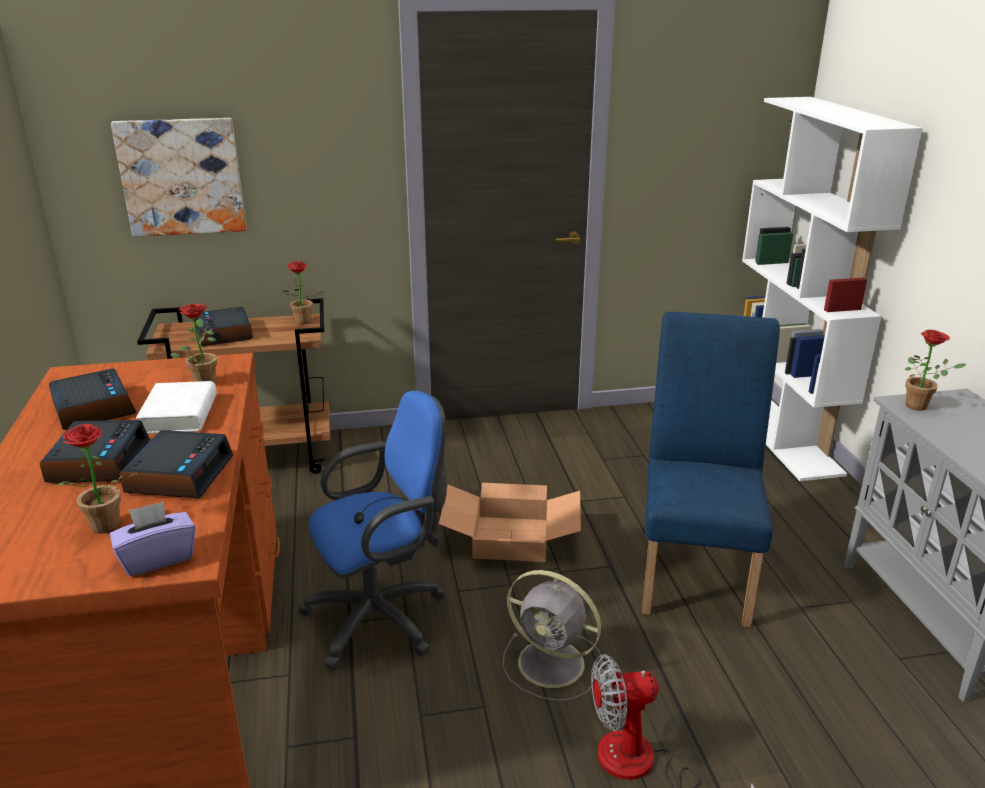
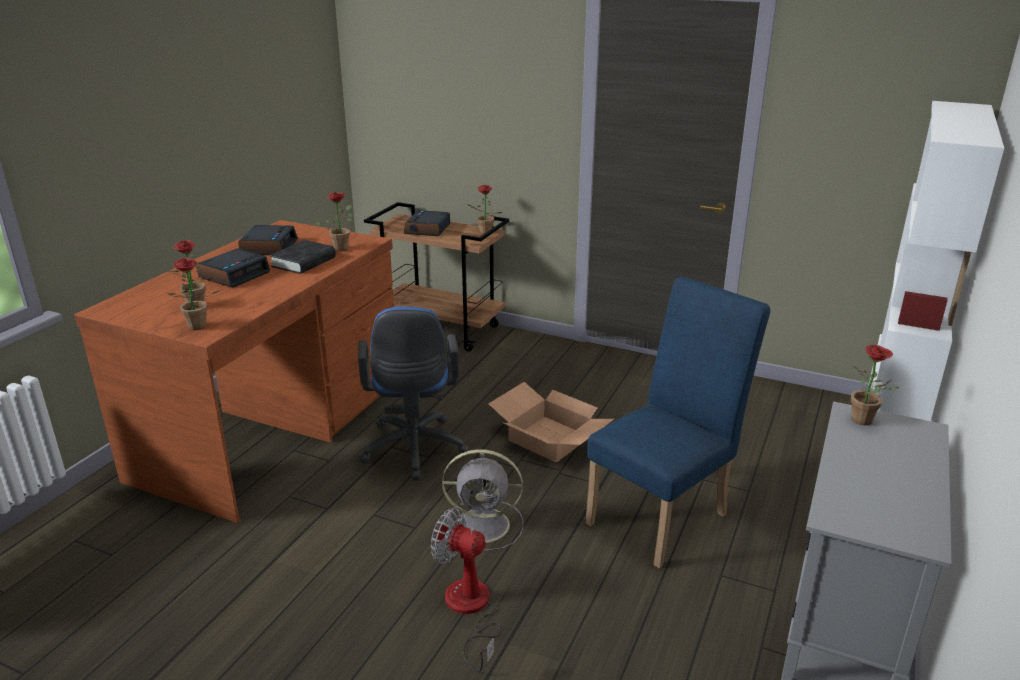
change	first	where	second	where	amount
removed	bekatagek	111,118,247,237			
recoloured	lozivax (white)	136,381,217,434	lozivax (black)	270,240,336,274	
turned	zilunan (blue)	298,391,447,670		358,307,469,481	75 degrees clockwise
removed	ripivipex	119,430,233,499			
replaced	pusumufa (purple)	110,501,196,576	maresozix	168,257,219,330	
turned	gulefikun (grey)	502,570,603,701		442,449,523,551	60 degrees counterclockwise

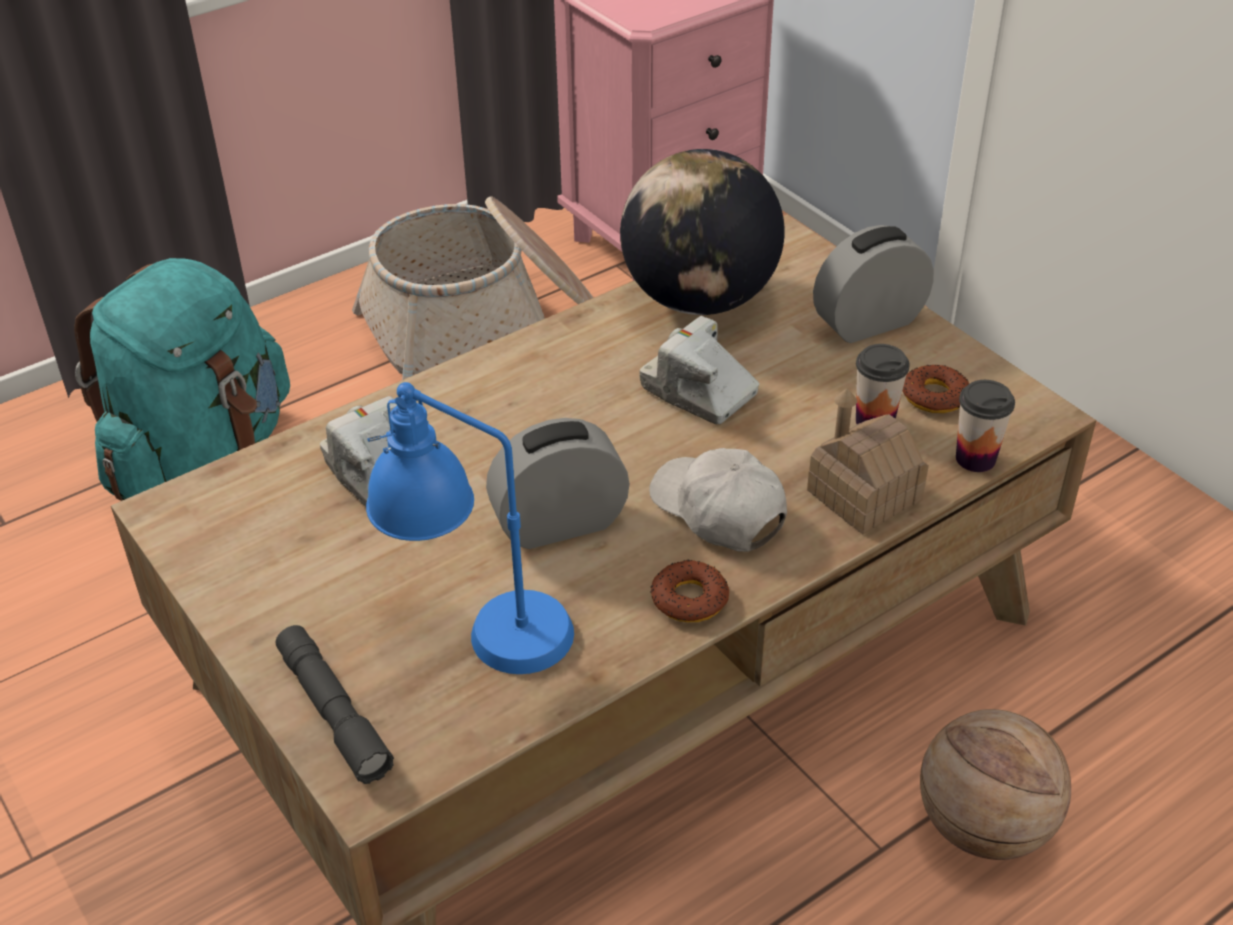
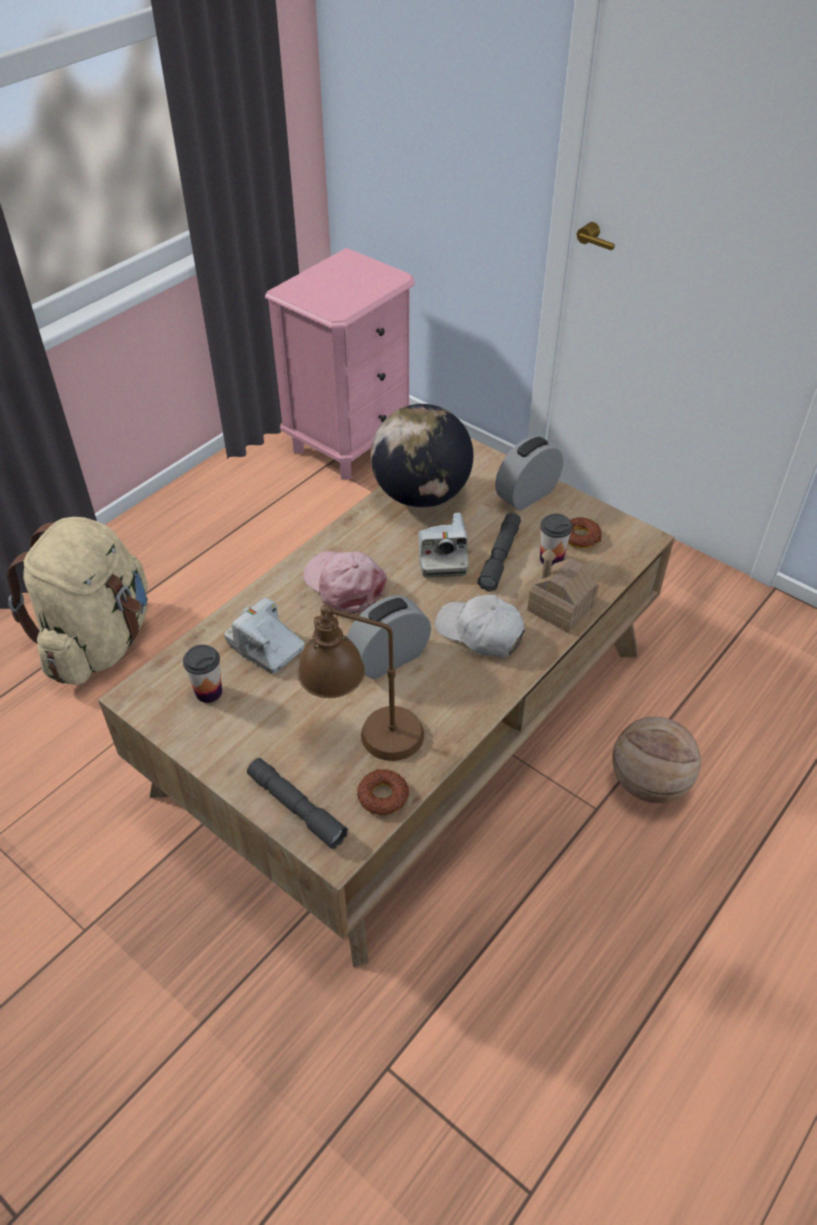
change	first	where	second	where	amount
removed	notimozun	352,196,594,380			
recoloured	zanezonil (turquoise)	74,258,290,501	zanezonil (beige)	7,517,148,685	
turned	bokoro	639,316,760,424		418,513,468,578	120 degrees counterclockwise
moved	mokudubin	956,380,1015,472		183,645,222,703	
recoloured	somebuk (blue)	366,382,574,674	somebuk (brown)	298,605,424,761	
moved	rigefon	650,559,729,622		357,769,409,815	
added			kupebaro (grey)	477,513,521,591	
added			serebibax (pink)	303,551,387,614	

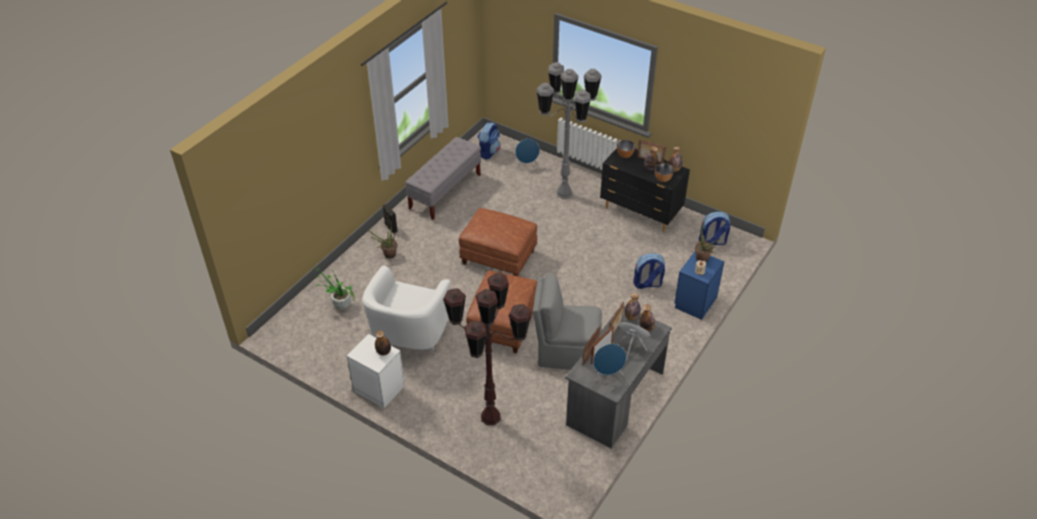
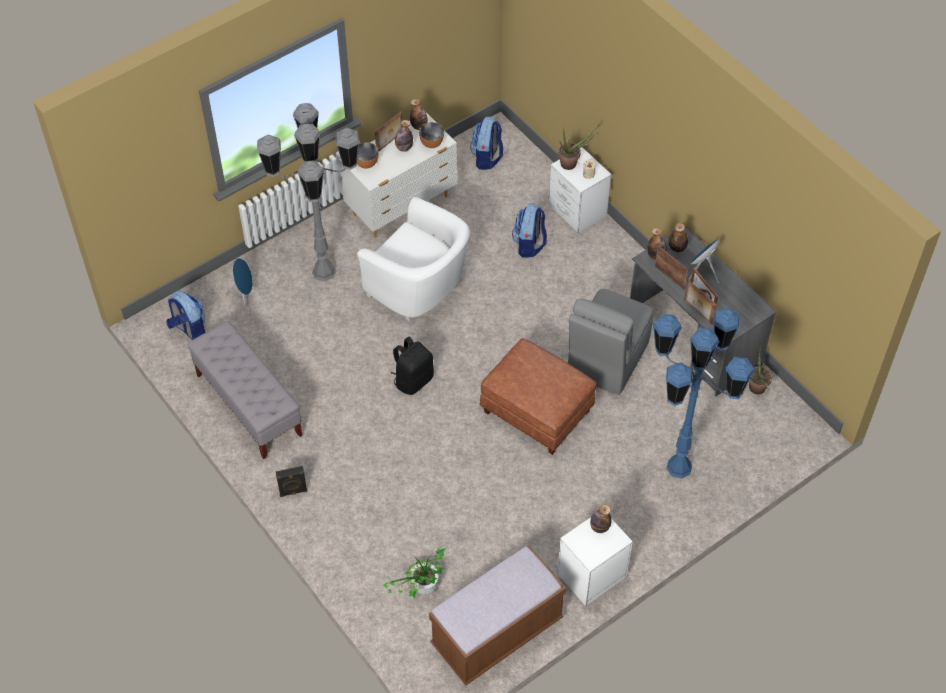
change	first	where	second	where	amount
recoloured	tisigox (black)	600,148,690,232	tisigox (white)	339,113,457,238	
replaced	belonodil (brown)	459,208,537,276	zanezonil (black)	391,337,434,395	
moved	maresozix	366,222,398,259		749,347,772,394	
recoloured	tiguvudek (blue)	674,251,724,320	tiguvudek (white)	549,147,611,234	
moved	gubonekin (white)	362,265,450,351		357,197,470,322	
recoloured	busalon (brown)	443,273,532,426	busalon (blue)	653,307,755,478	
removed	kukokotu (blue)	593,344,626,381			
added			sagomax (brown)	429,546,566,685	

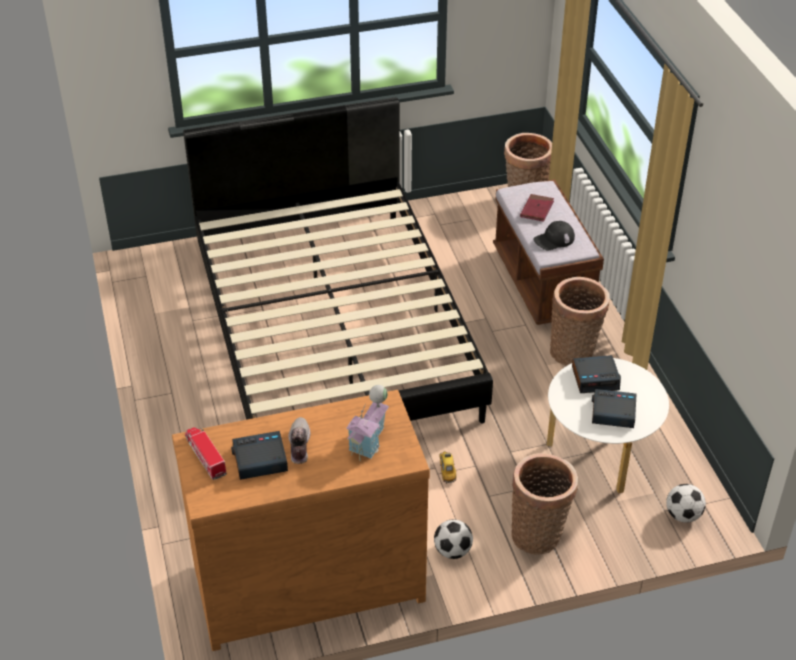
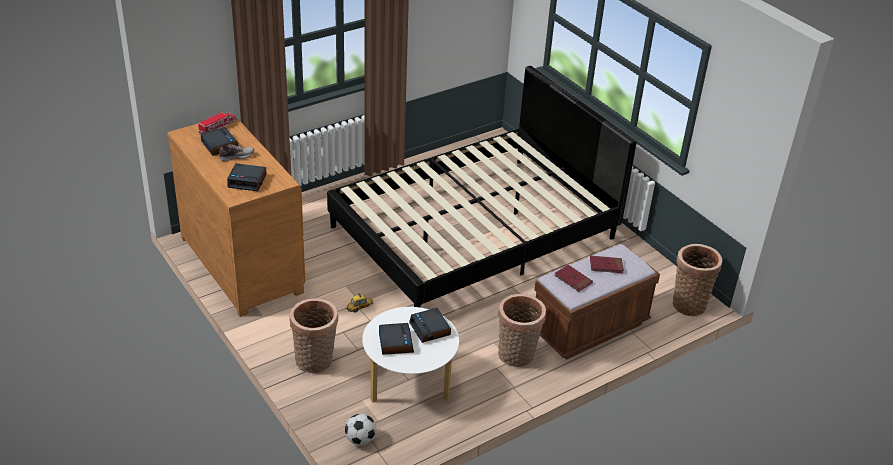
change	first	where	second	where	amount
replaced	serebibax (black)	533,221,575,251	lozivax (red)	554,265,593,292	
replaced	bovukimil	346,385,389,461	ripivipex	227,163,266,191	
removed	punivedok	434,519,473,559			

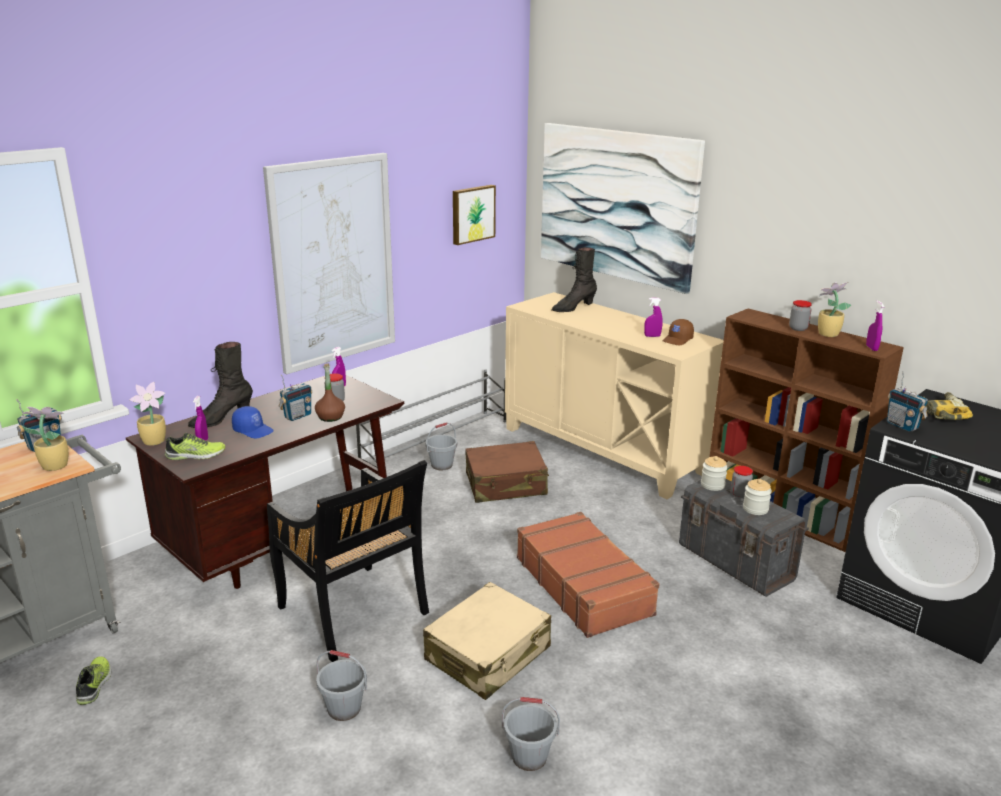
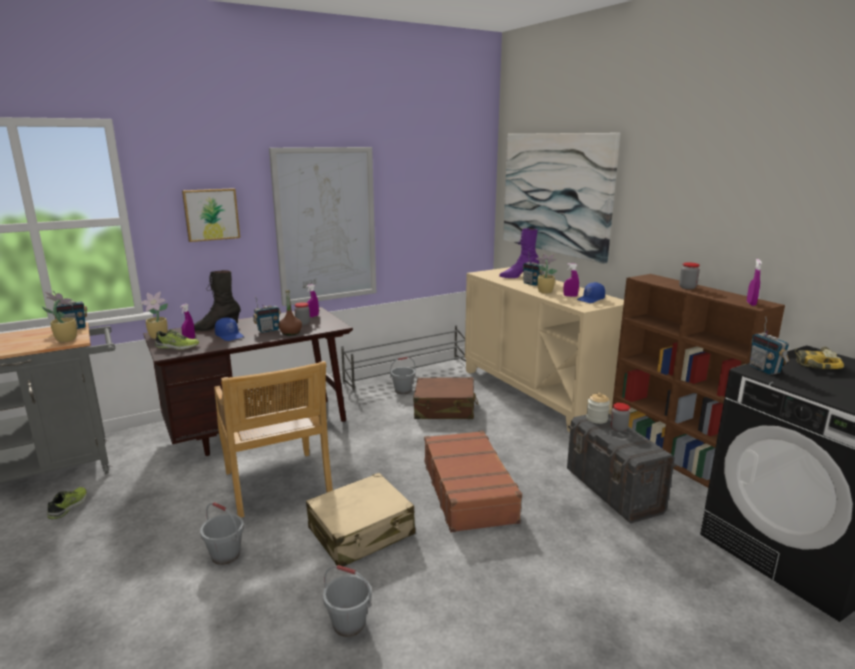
change	first	where	second	where	amount
moved	bekatagek	453,185,496,245		182,188,240,242	
recoloured	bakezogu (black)	552,247,597,312	bakezogu (purple)	499,228,539,278	
moved	maresozix	818,282,851,337		536,254,558,294	
recoloured	serebibax (brown)	663,319,694,346	serebibax (blue)	577,282,605,303	
recoloured	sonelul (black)	267,460,429,662	sonelul (beige)	214,361,333,518	
removed	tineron	743,479,772,515			
added			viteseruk	523,252,544,286	

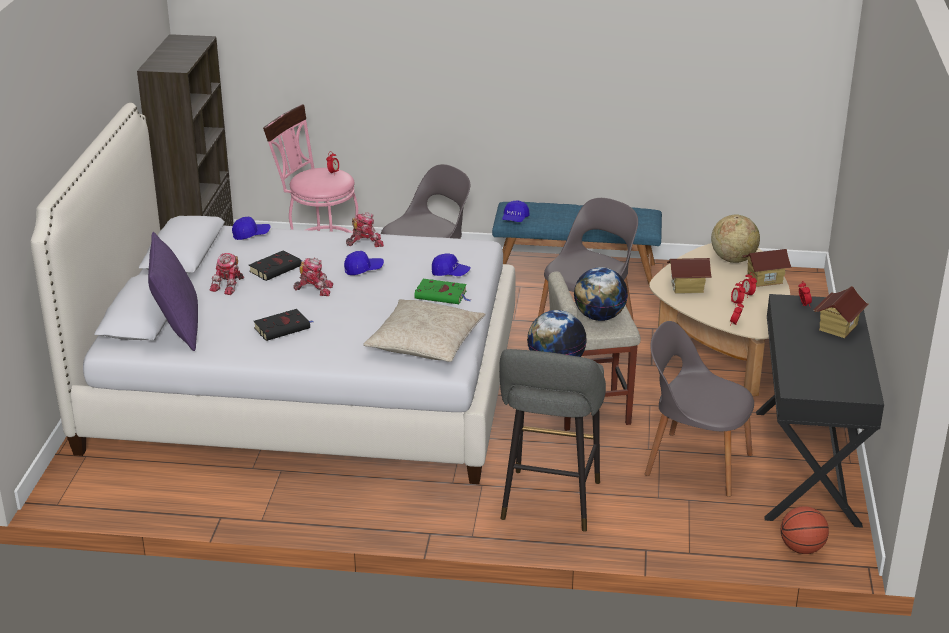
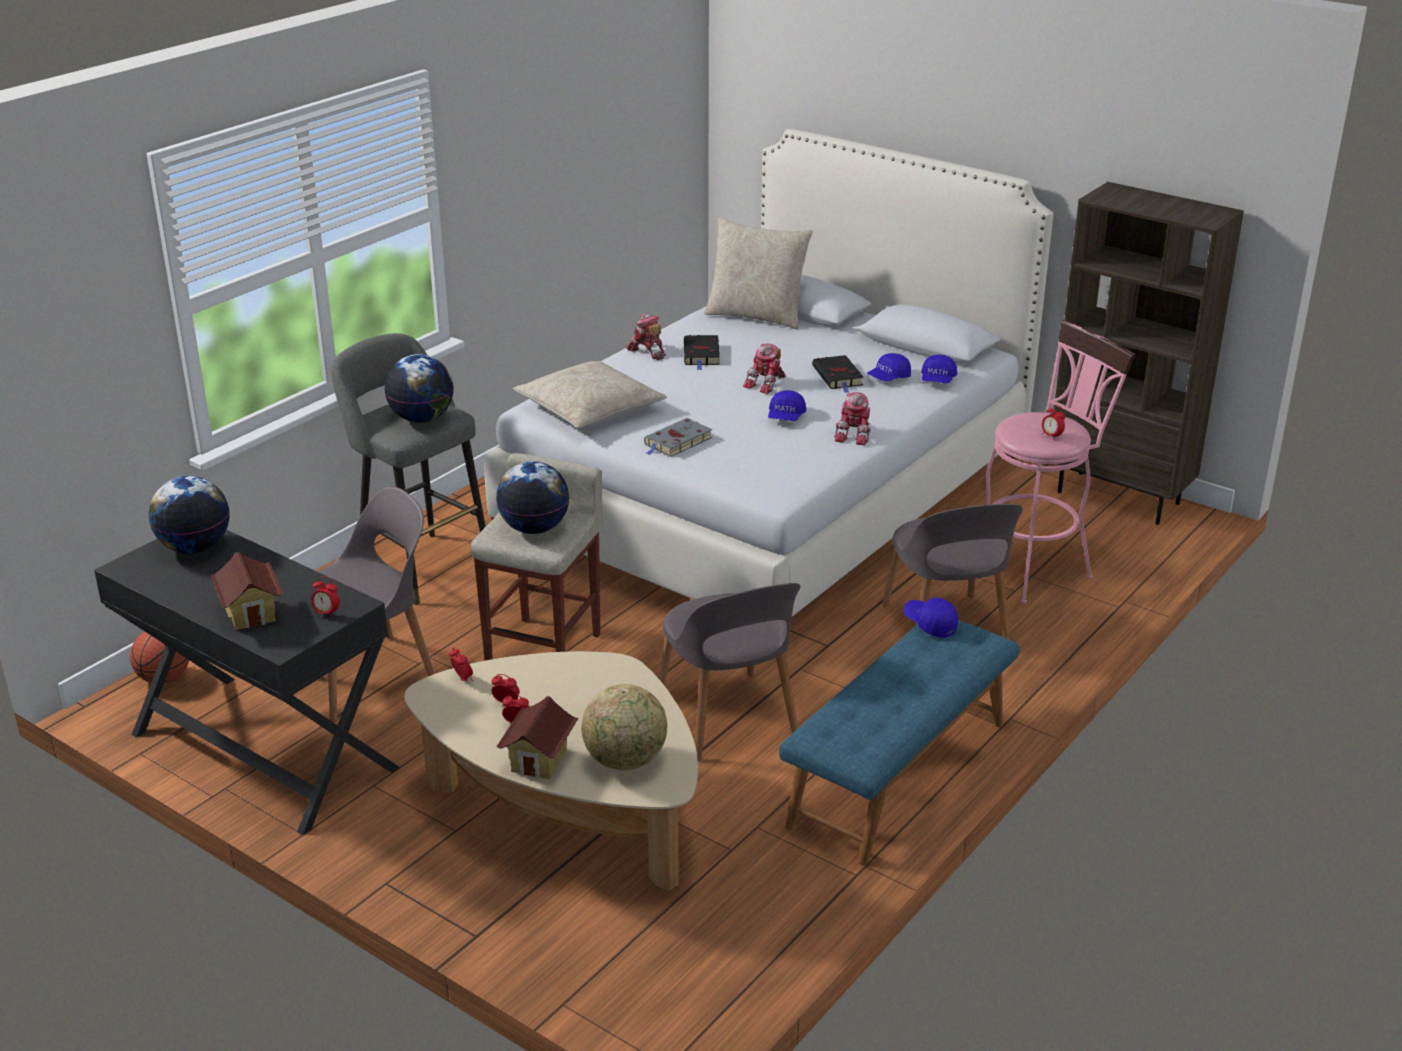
change	first	where	second	where	amount
recoloured	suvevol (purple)	148,232,198,351	suvevol (beige)	704,218,813,329	
moved	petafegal	210,253,244,295		626,313,666,360	
moved	serebibax (blue)	432,253,471,276		867,353,911,382	
removed	bovukimil	667,258,712,294			
recoloured	lozivax (green)	414,279,471,304	lozivax (grey)	644,418,712,457	
added			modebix	148,476,230,553	

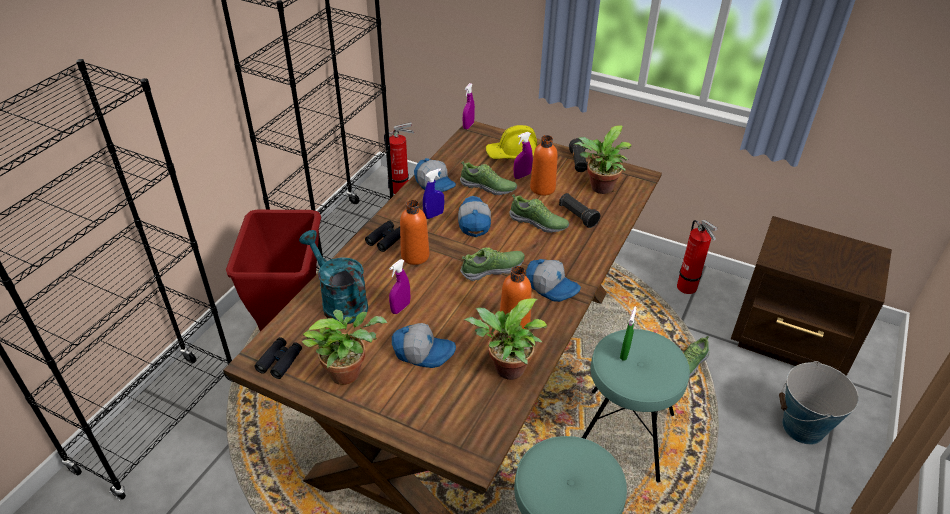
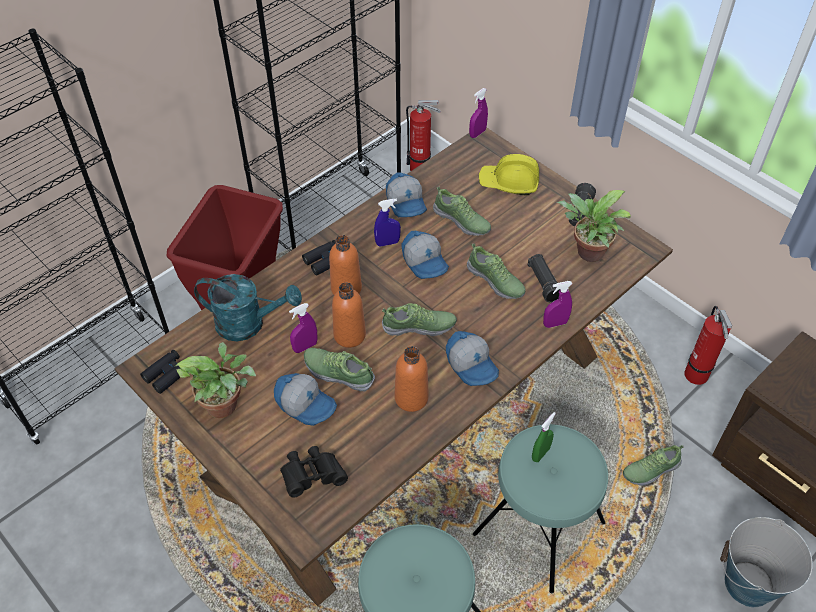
change	first	where	second	where	amount
moved	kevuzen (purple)	514,132,533,179		543,281,572,328	
moved	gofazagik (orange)	530,135,558,196		332,282,366,348	
turned	serebibax	458,196,491,237		402,231,449,279	135 degrees clockwise
turned	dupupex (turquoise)	299,230,368,324		194,274,302,341	120 degrees clockwise
removed	maresozix	464,298,547,380			
added			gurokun	304,348,375,392	
added			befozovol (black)	280,446,348,498	

